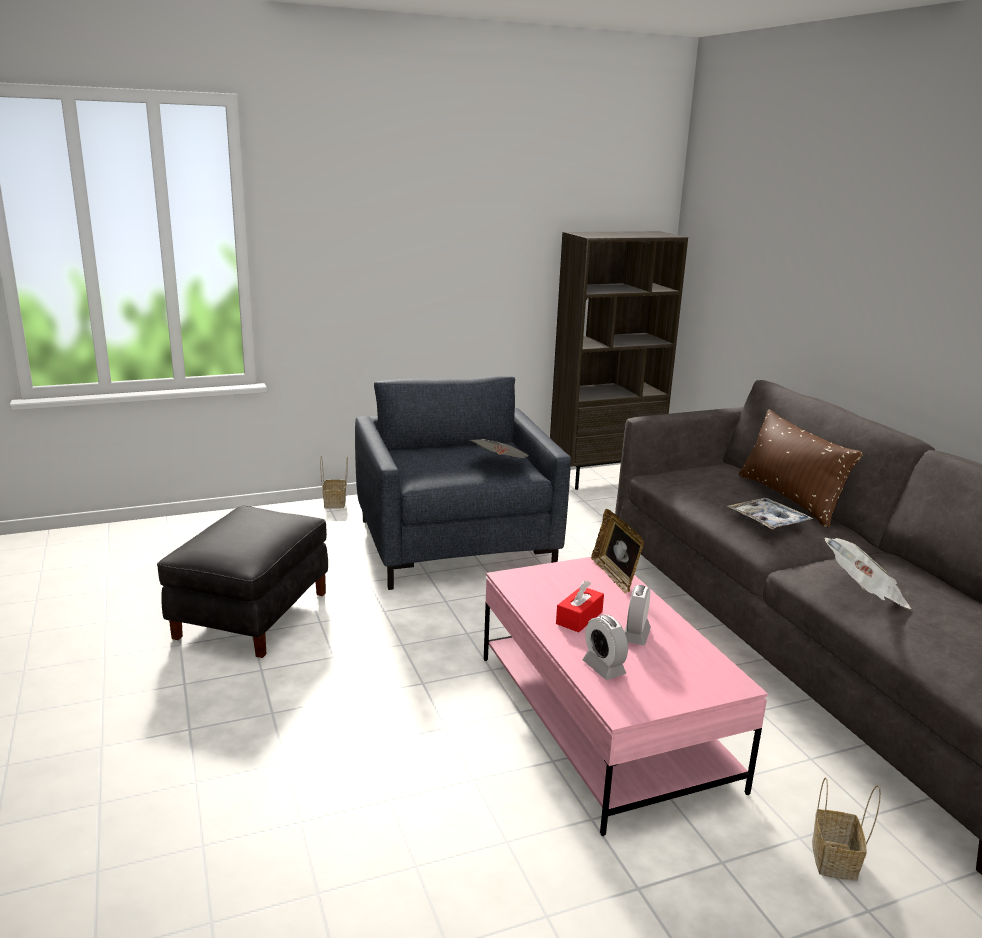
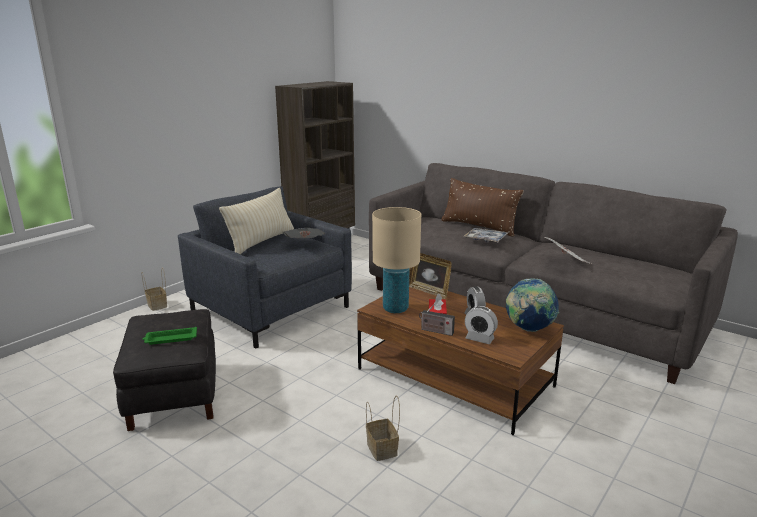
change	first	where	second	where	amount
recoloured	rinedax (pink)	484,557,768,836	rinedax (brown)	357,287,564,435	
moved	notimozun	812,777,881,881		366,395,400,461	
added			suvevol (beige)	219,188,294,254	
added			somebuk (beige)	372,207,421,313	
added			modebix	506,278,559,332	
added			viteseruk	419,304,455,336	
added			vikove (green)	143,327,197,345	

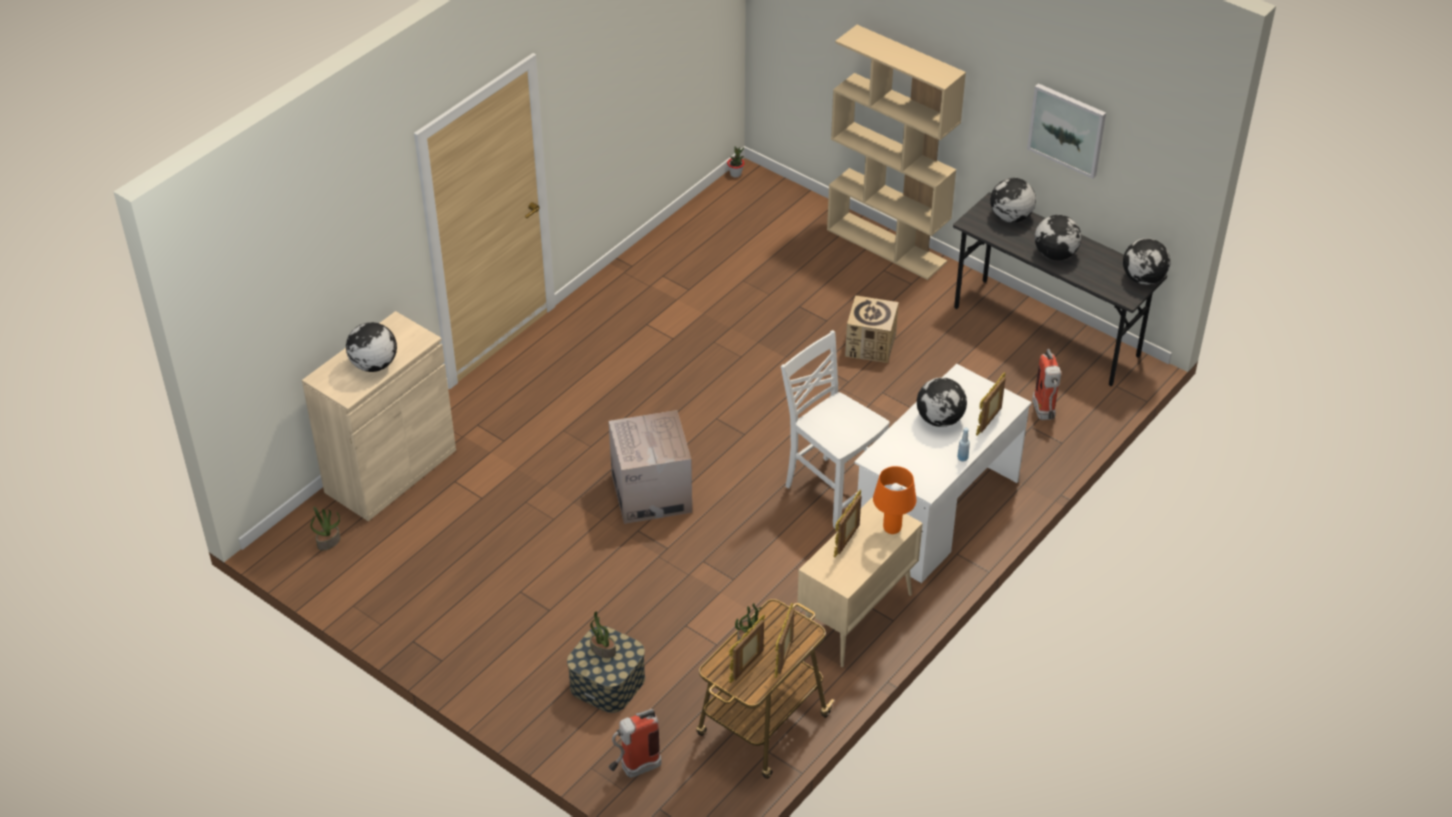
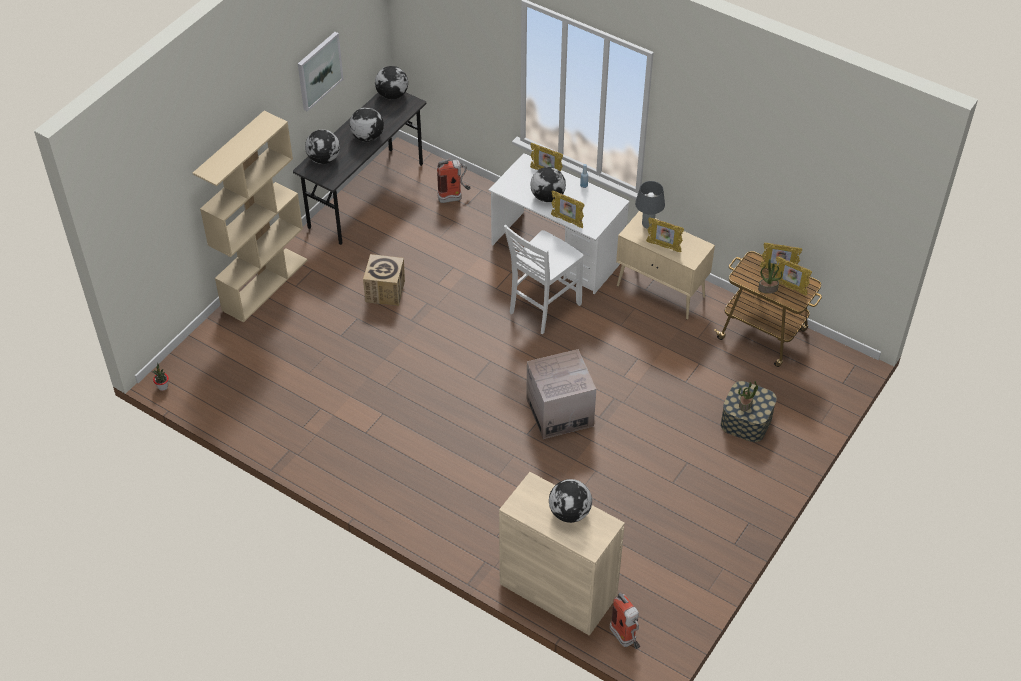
change	first	where	second	where	amount
recoloured	somebuk (orange)	873,466,916,534	somebuk (grey)	635,181,665,229	
removed	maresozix	310,506,340,550			
moved	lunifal	608,709,662,778		610,593,640,649	
added			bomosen	551,190,585,228	

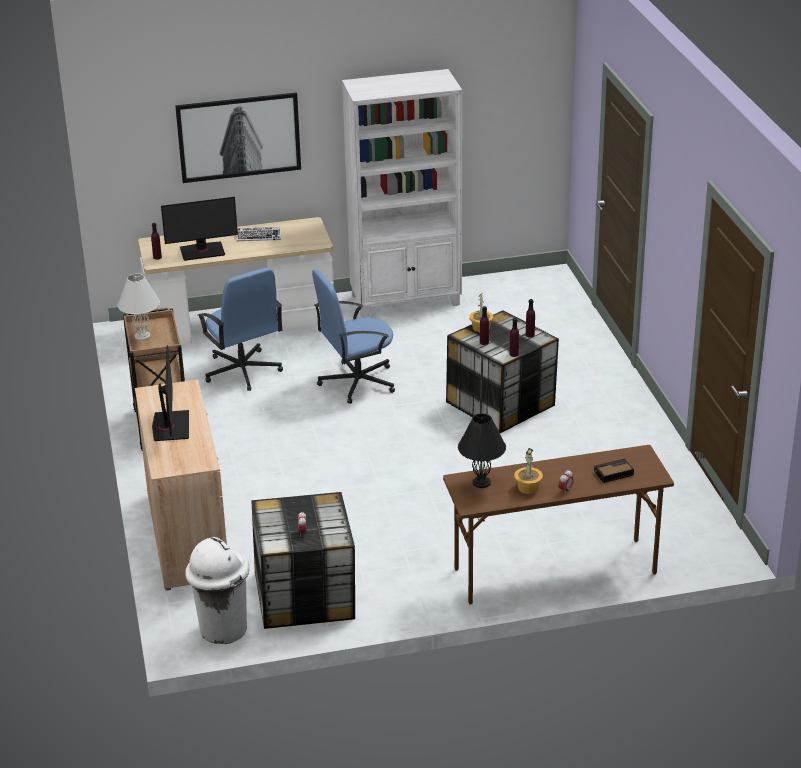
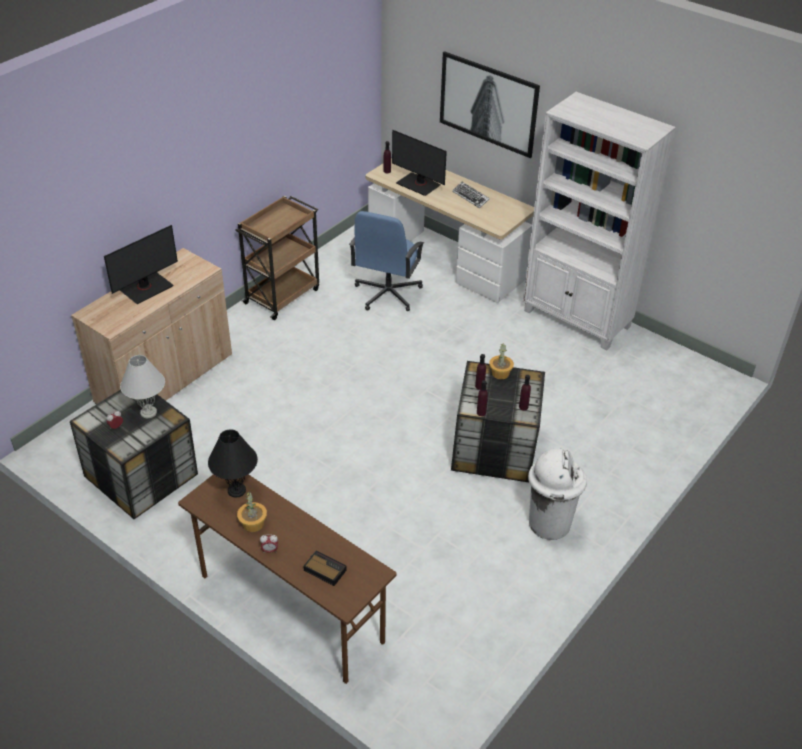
change	first	where	second	where	amount
removed	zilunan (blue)	312,269,395,404			
moved	somebuk (white)	118,273,160,341		120,355,165,418	
moved	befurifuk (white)	185,537,250,644		528,448,587,540	

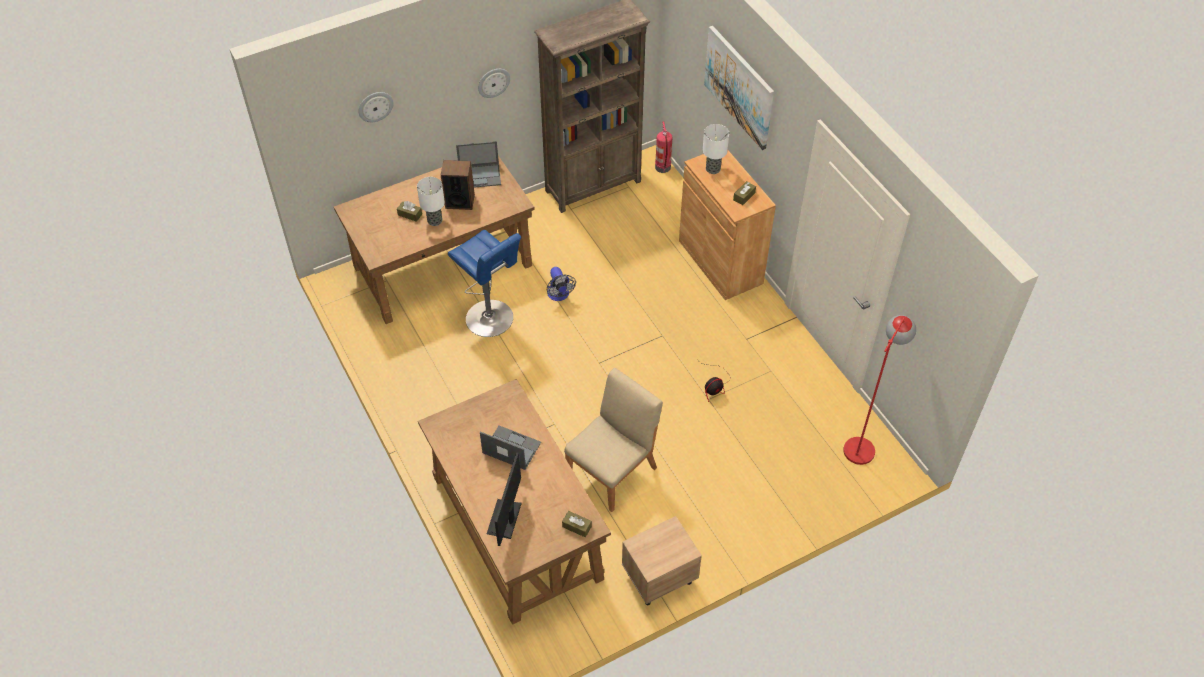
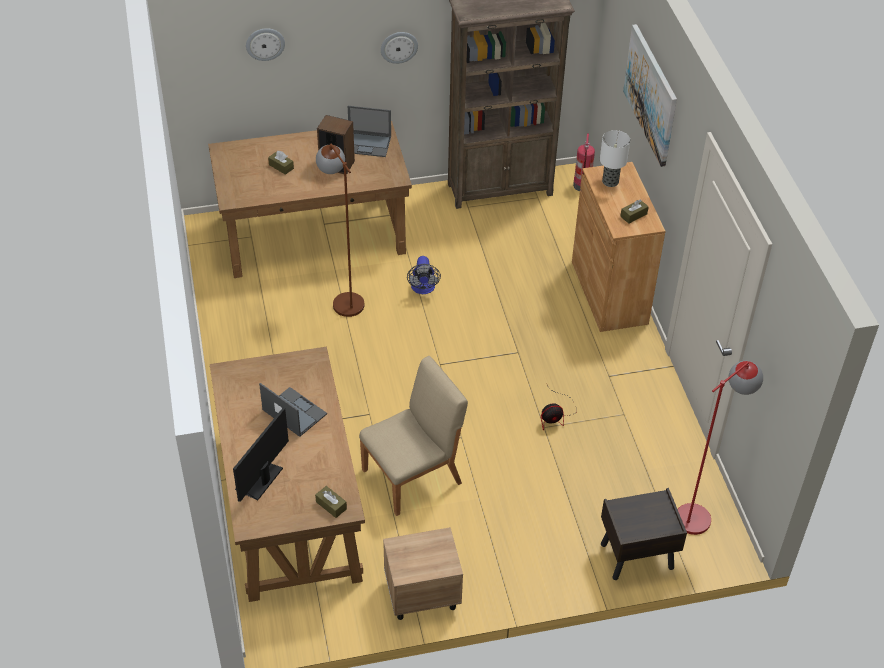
change	first	where	second	where	amount
removed	somebuk	417,177,445,226			
replaced	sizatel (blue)	448,230,521,337	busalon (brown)	316,144,364,317	
added			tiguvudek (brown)	601,488,687,580	

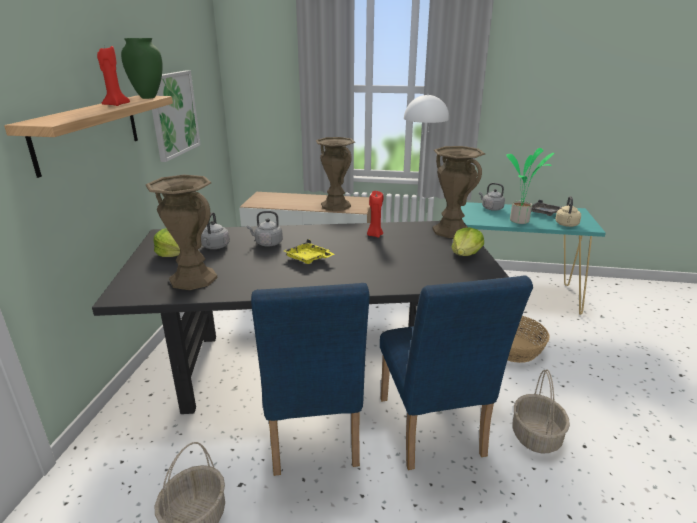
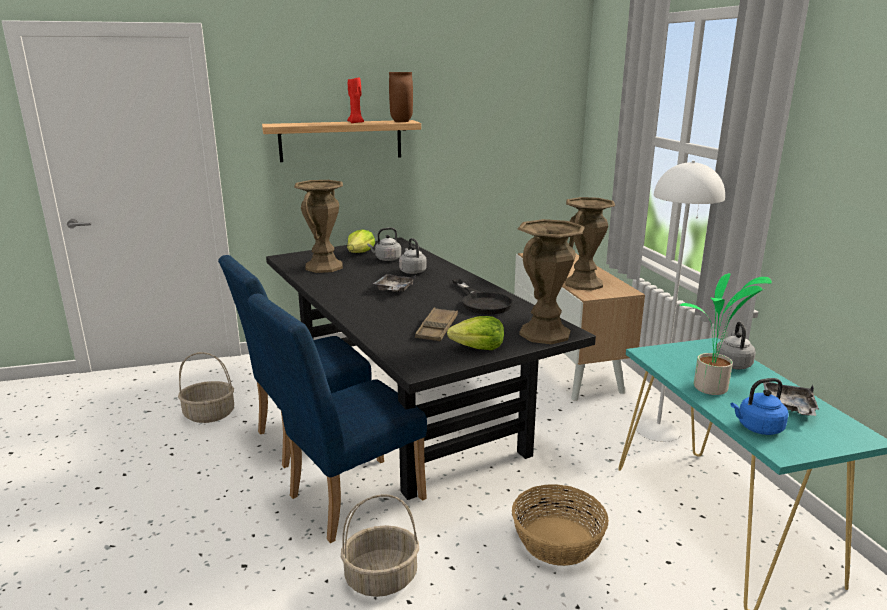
change	first	where	second	where	amount
recoloured	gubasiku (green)	121,38,163,99	gubasiku (brown)	389,72,413,122	
removed	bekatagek	152,70,201,162			
replaced	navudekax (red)	367,191,383,238	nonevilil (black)	452,279,513,314	
recoloured	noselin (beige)	555,196,581,227	noselin (blue)	731,378,789,435	
recoloured	vikove (yellow)	284,239,334,264	vikove (grey)	373,274,416,292	
added			vikove (brown)	415,308,458,341	

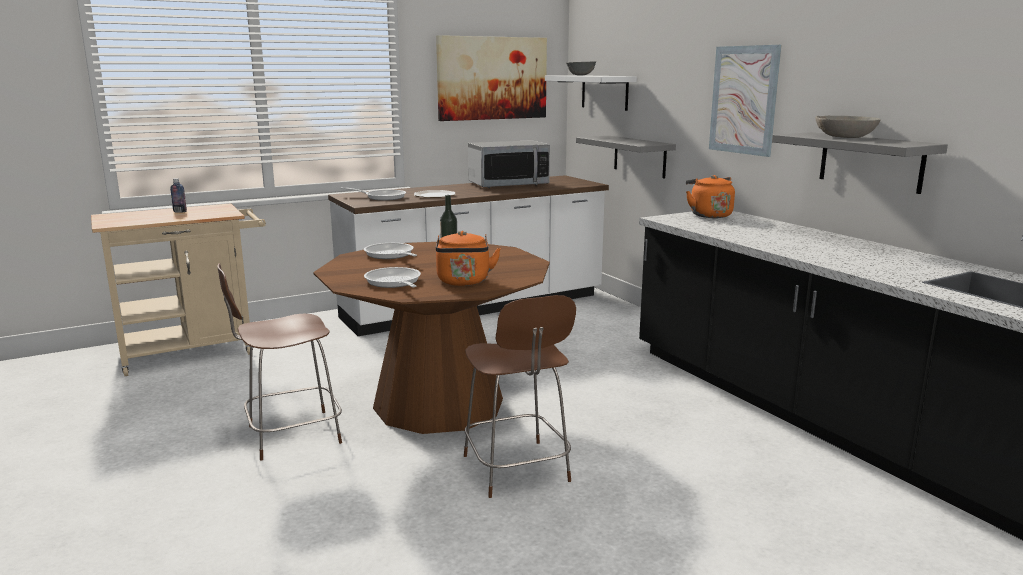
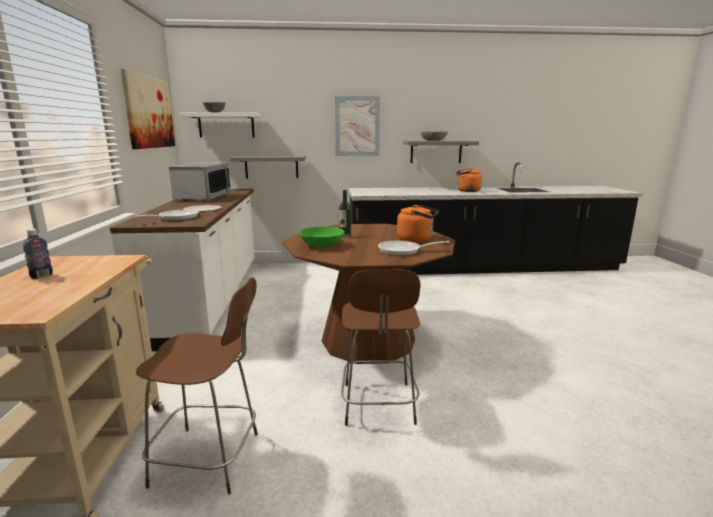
change	first	where	second	where	amount
moved	noselin (orange)	686,175,735,218		456,168,482,192	
replaced	nonevilil	364,243,417,259	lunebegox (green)	299,227,345,248	
moved	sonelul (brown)	464,295,576,498		136,277,258,495	

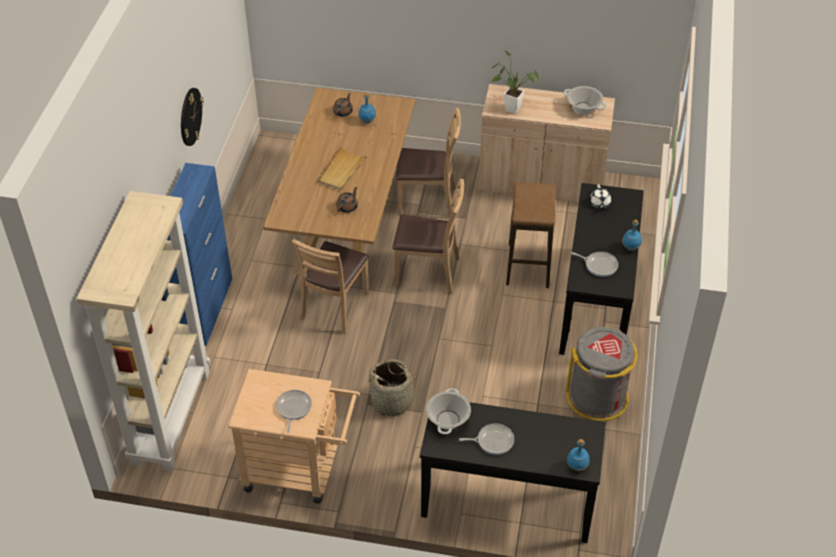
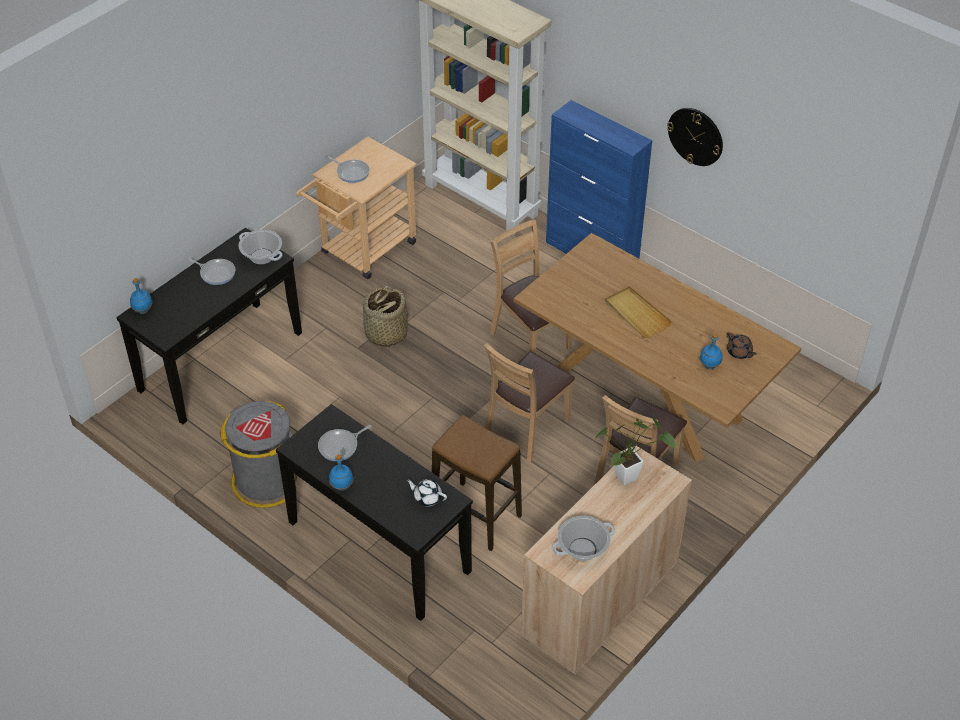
change	first	where	second	where	amount
removed	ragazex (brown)	336,187,358,213			
turned	nonevilil	459,423,514,455		187,258,236,285	90 degrees counterclockwise

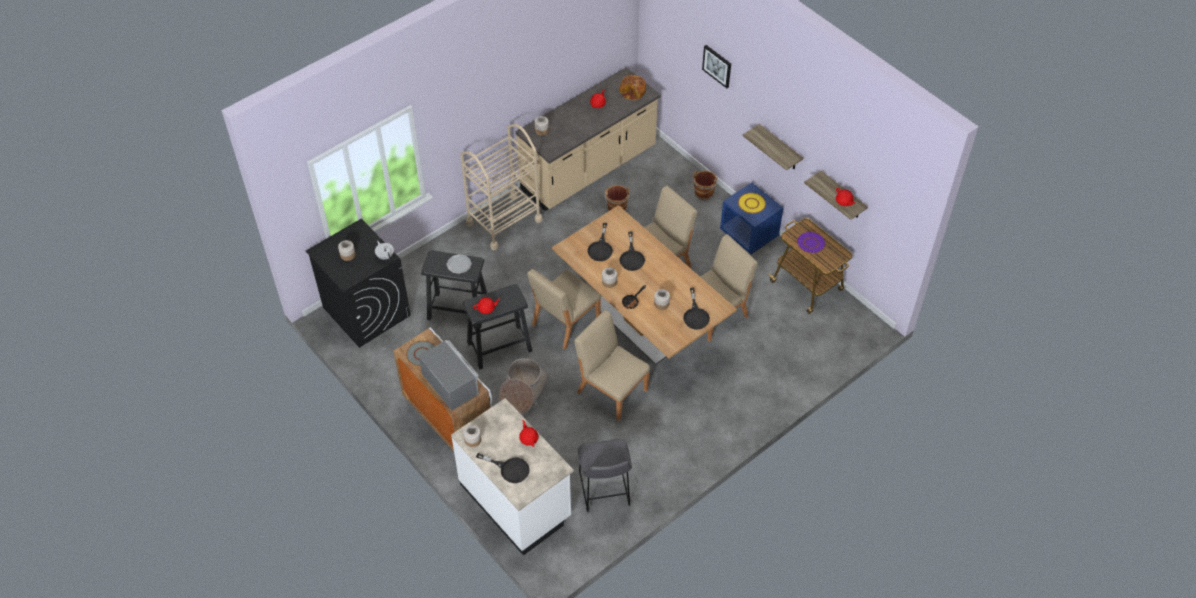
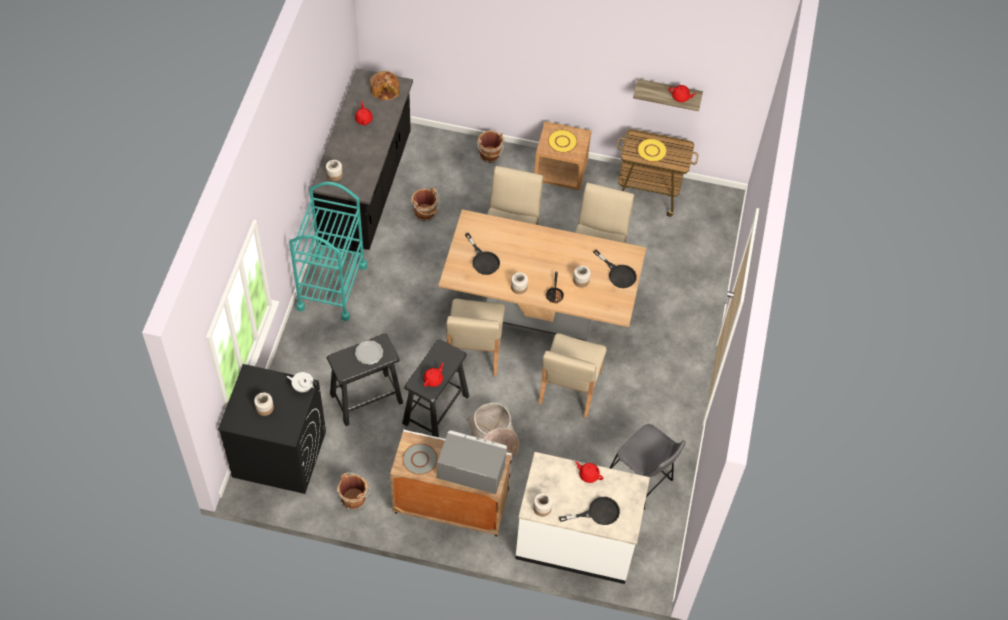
change	first	where	second	where	amount
removed	bekatagek	702,45,731,88			
recoloured	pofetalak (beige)	515,67,661,211	pofetalak (black)	311,68,413,253	
recoloured	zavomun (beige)	460,124,543,250	zavomun (turquoise)	289,182,367,321	
removed	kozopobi	743,124,803,170			
recoloured	tiguvudek (blue)	720,182,784,254	tiguvudek (brown)	534,121,592,190	
removed	nonevilil (black)	619,231,645,271			
recoloured	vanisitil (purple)	797,231,826,254	vanisitil (yellow)	637,138,667,162	
turned	sonelul (beige)	574,310,650,421		538,333,607,418	75 degrees counterclockwise
added			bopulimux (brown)	337,473,370,510	

